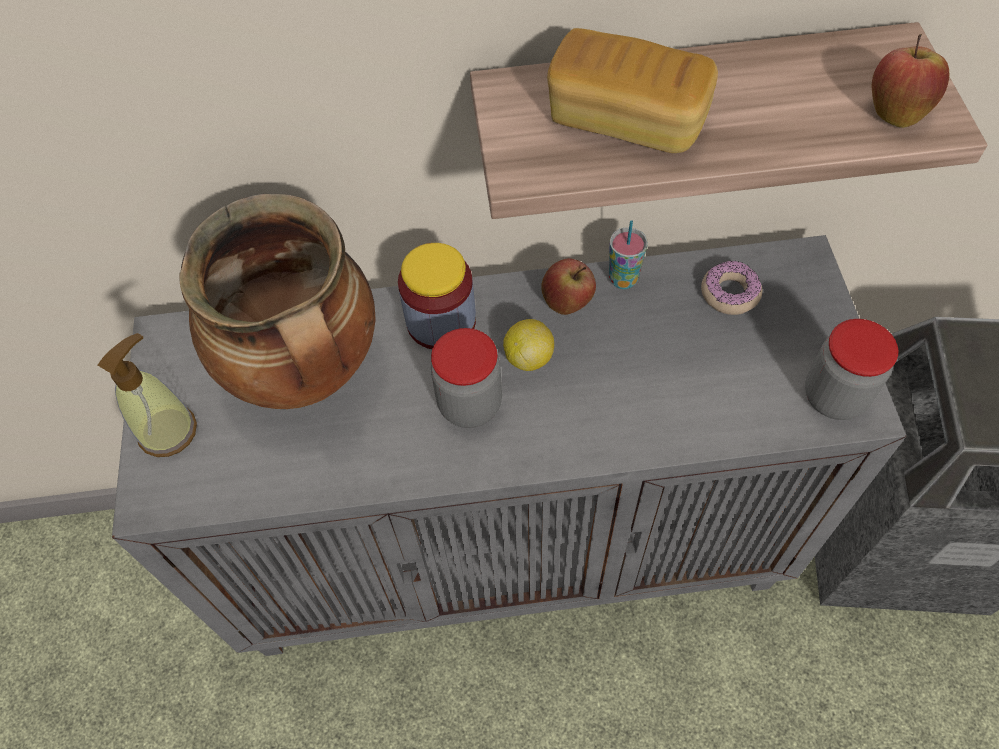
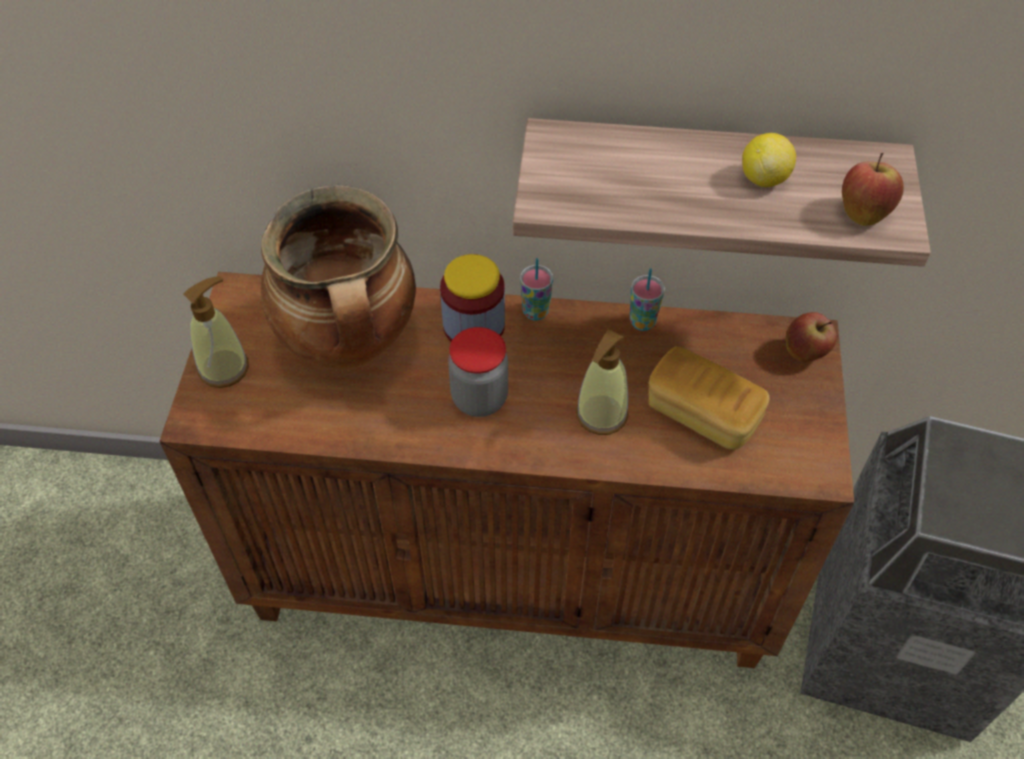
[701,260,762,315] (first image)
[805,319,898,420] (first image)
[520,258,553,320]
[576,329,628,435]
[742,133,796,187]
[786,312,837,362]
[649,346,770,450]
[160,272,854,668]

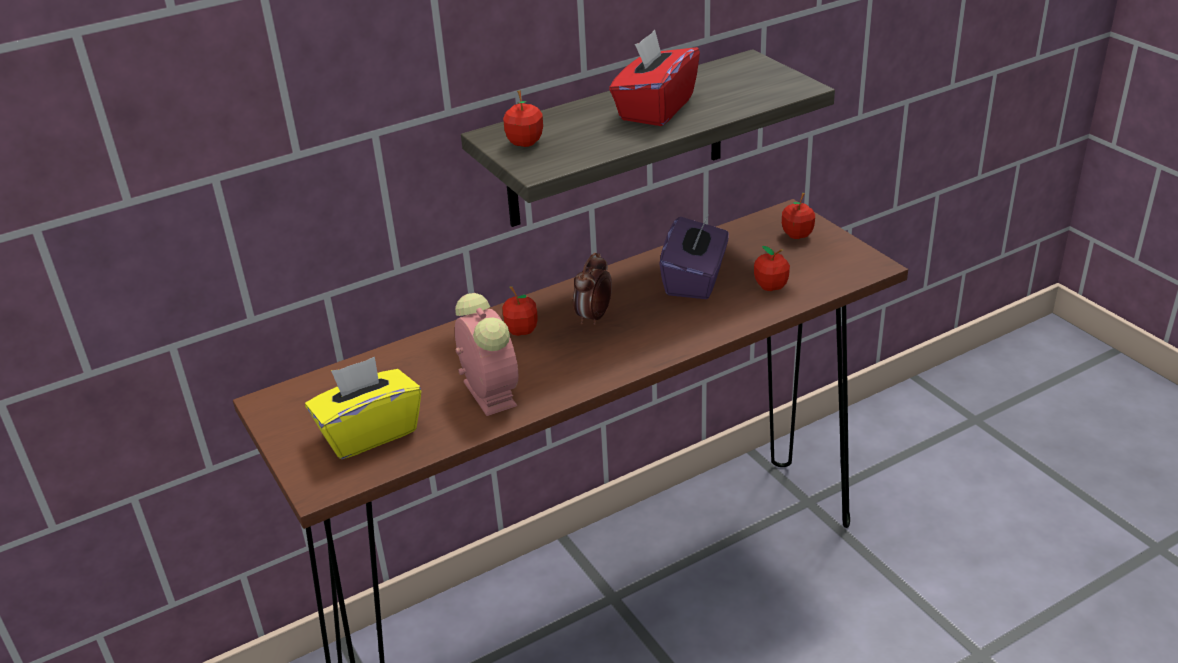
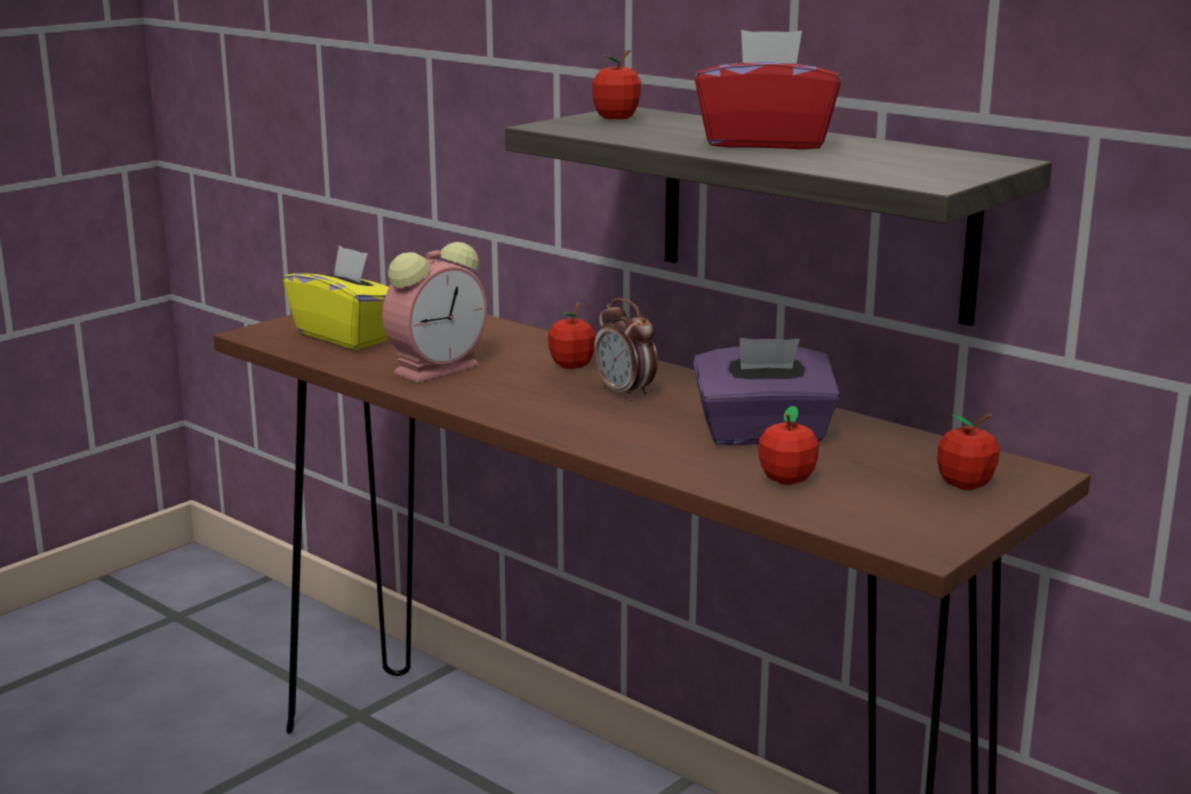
[594,298,658,401]

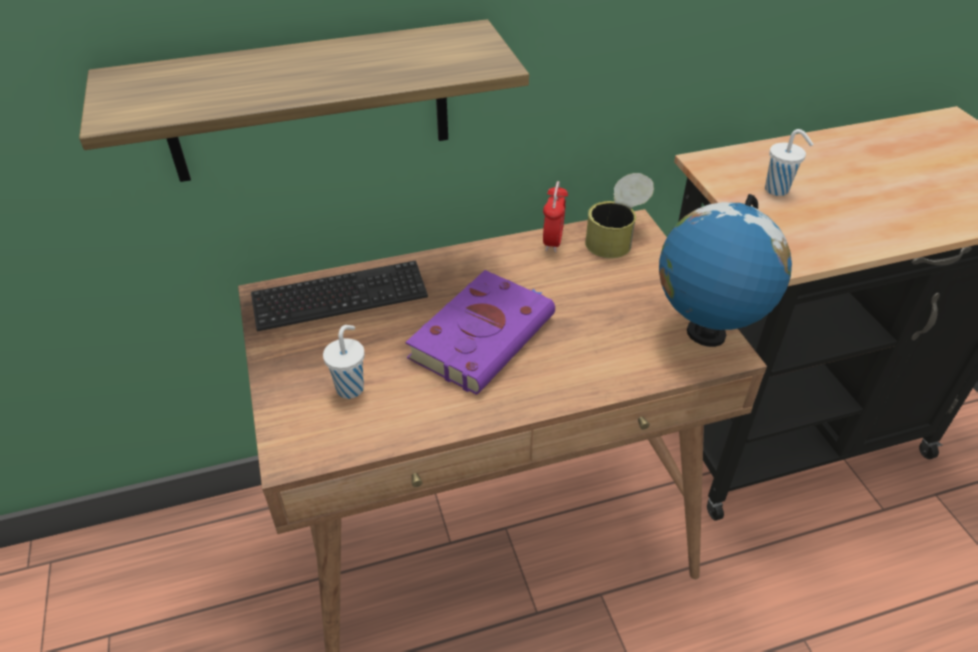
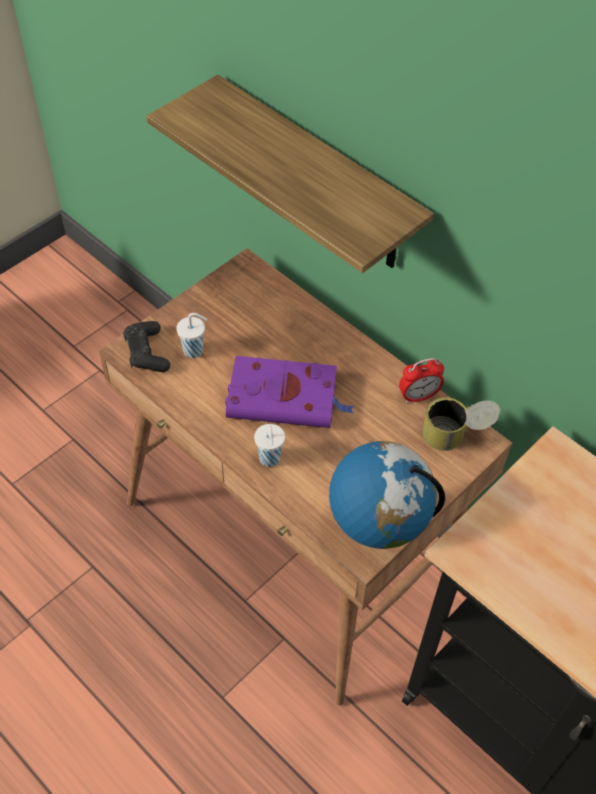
[251,260,428,332] (first image)
[123,321,170,372]
[254,424,285,467]

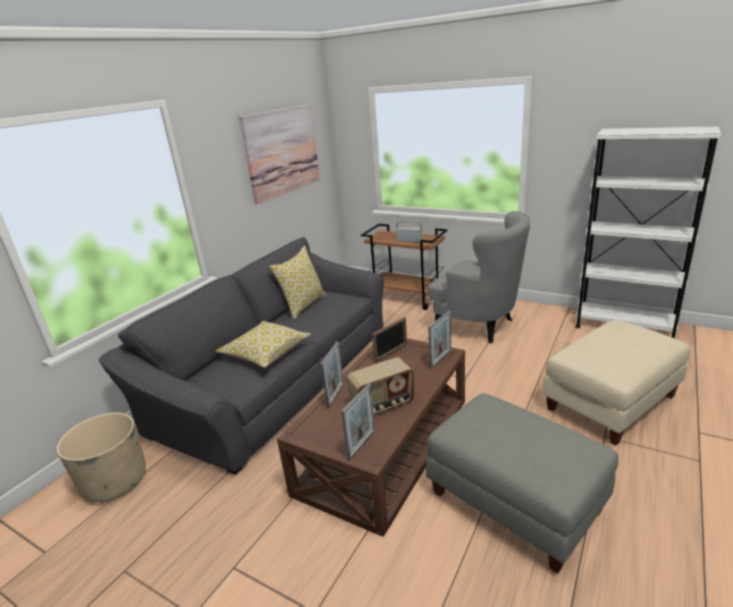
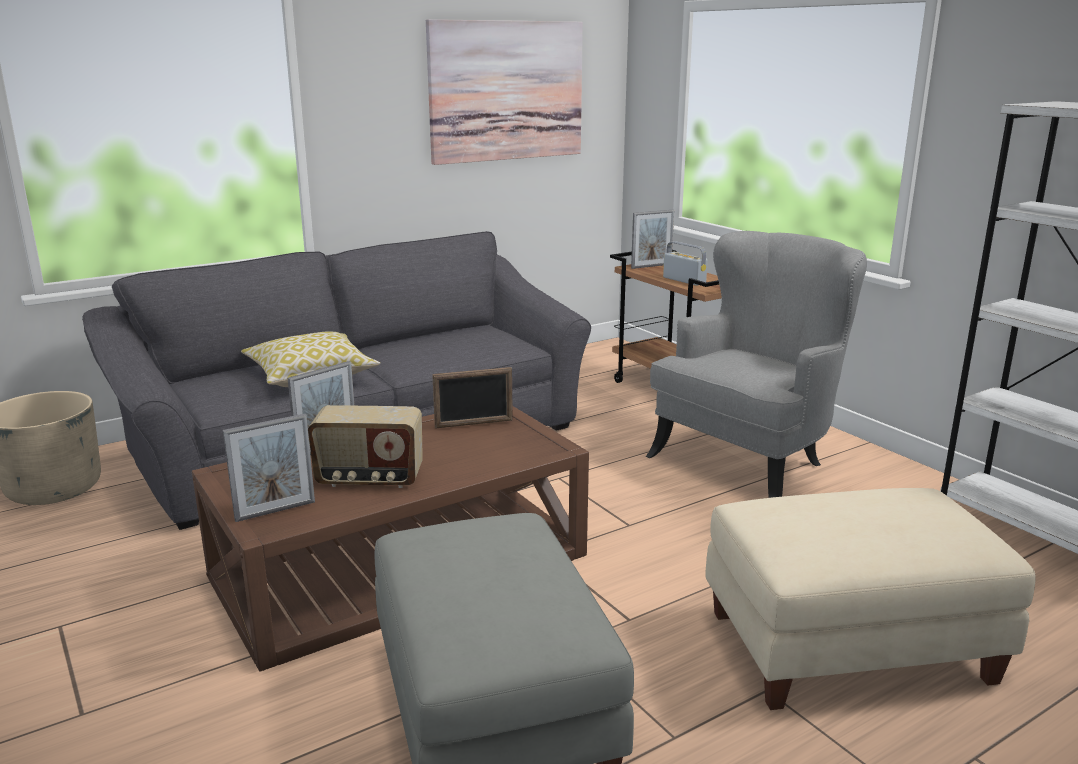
[269,246,327,319] (first image)
[631,210,674,269]
[646,231,867,498]

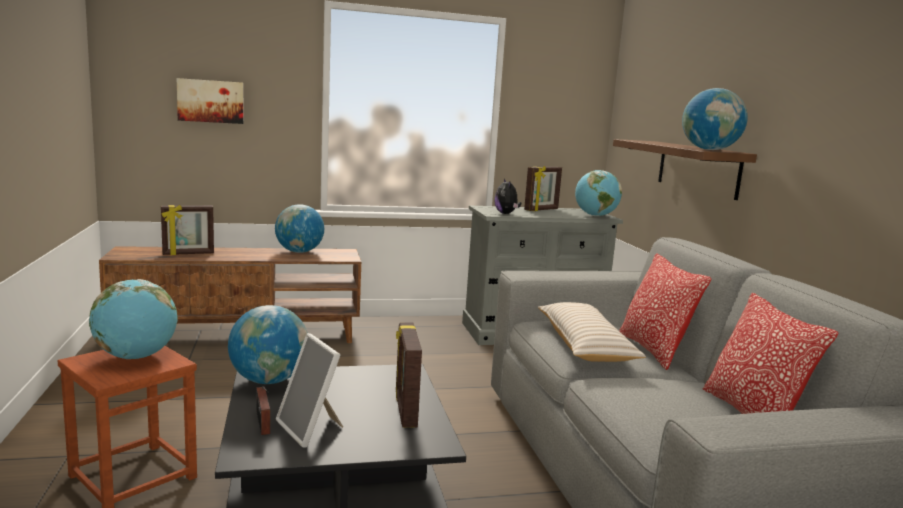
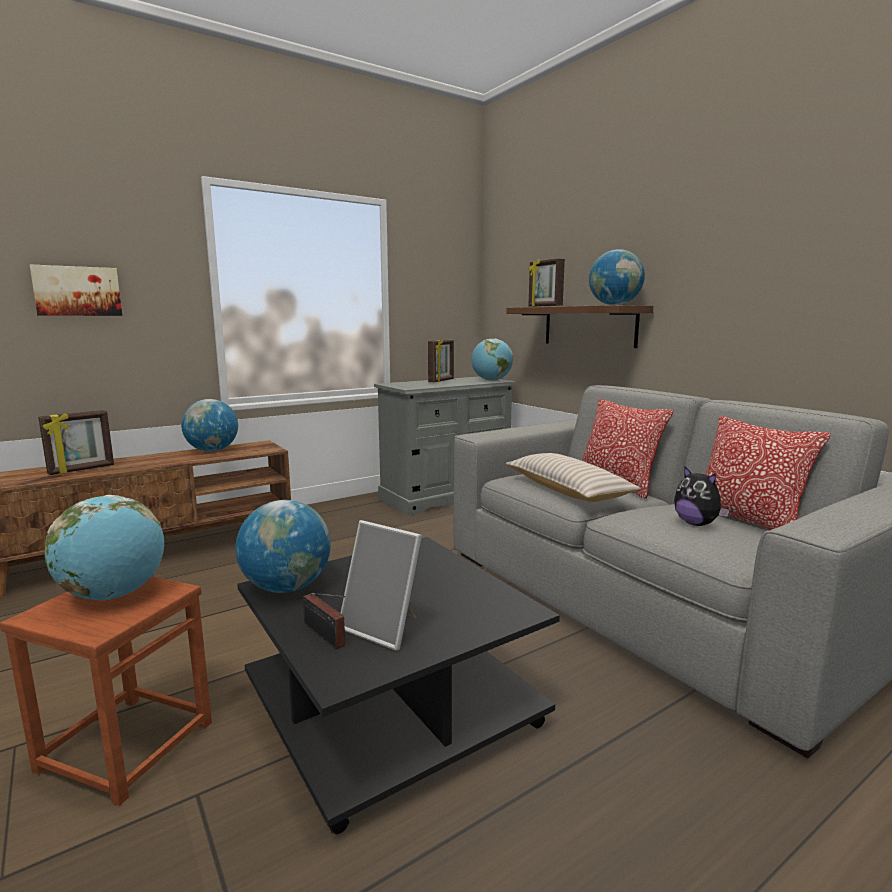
[528,258,565,307]
[674,466,730,526]

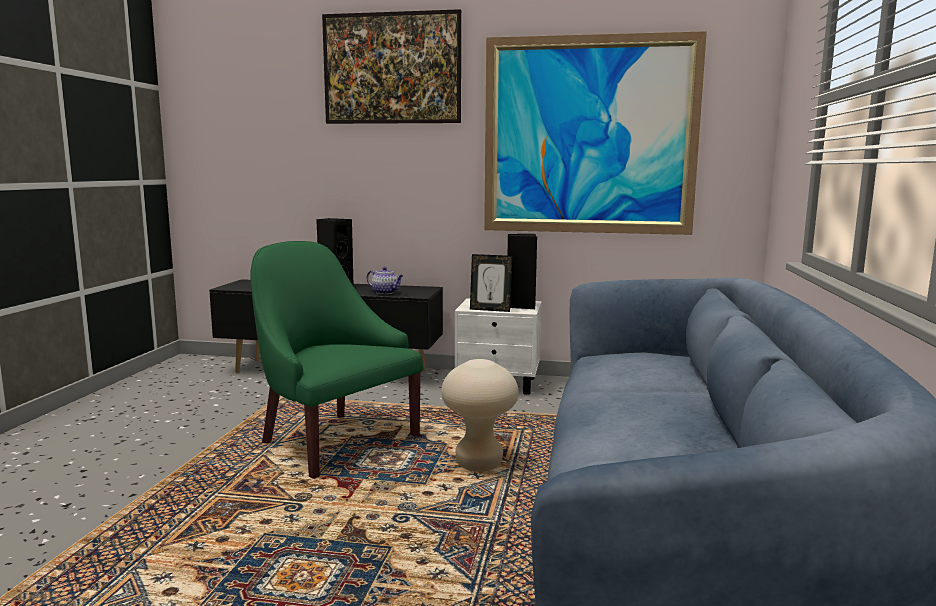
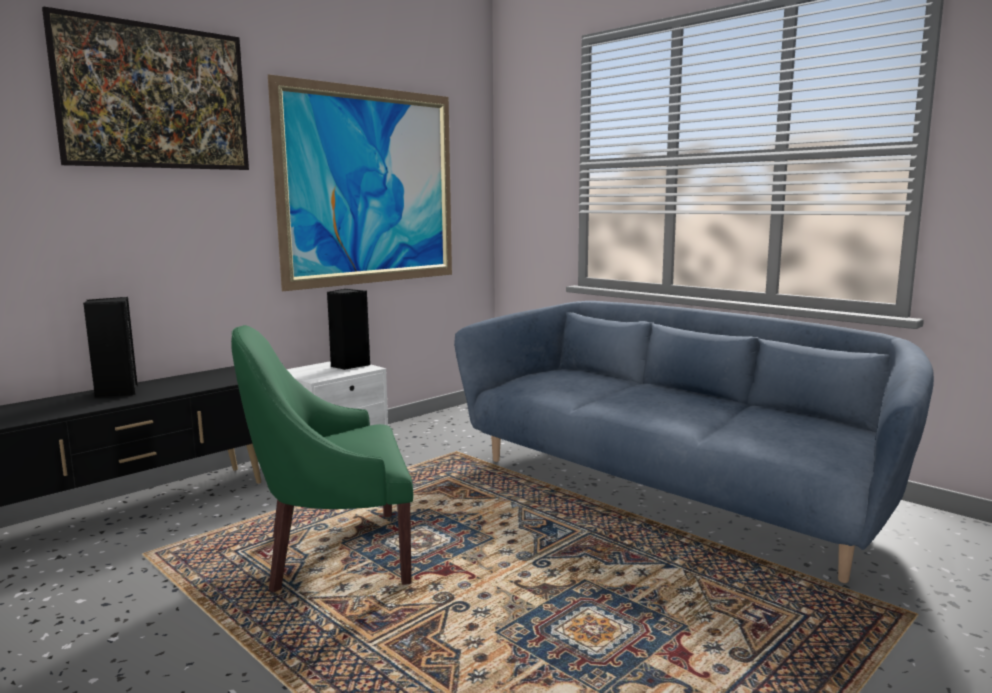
[367,267,404,294] (first image)
[441,359,519,472] (first image)
[470,254,512,312] (first image)

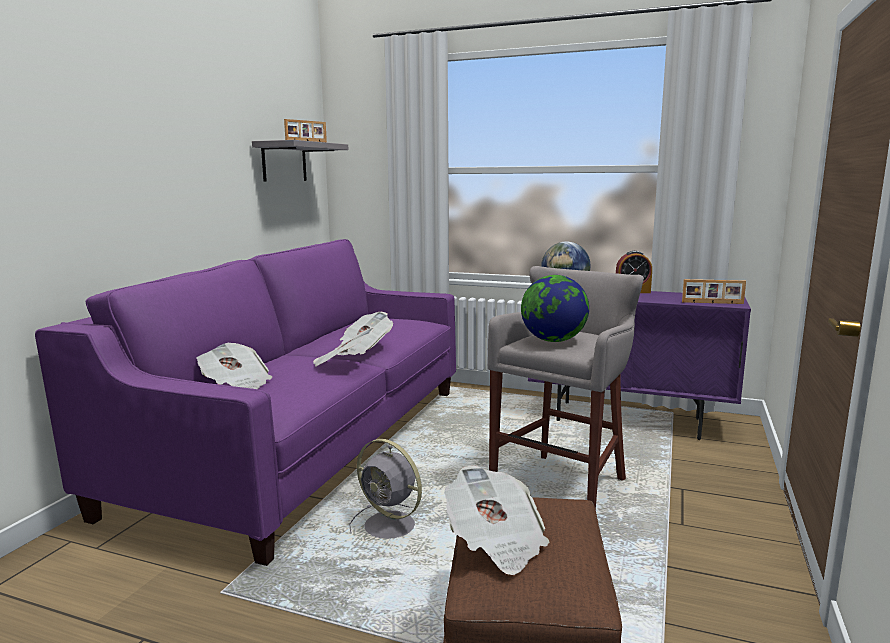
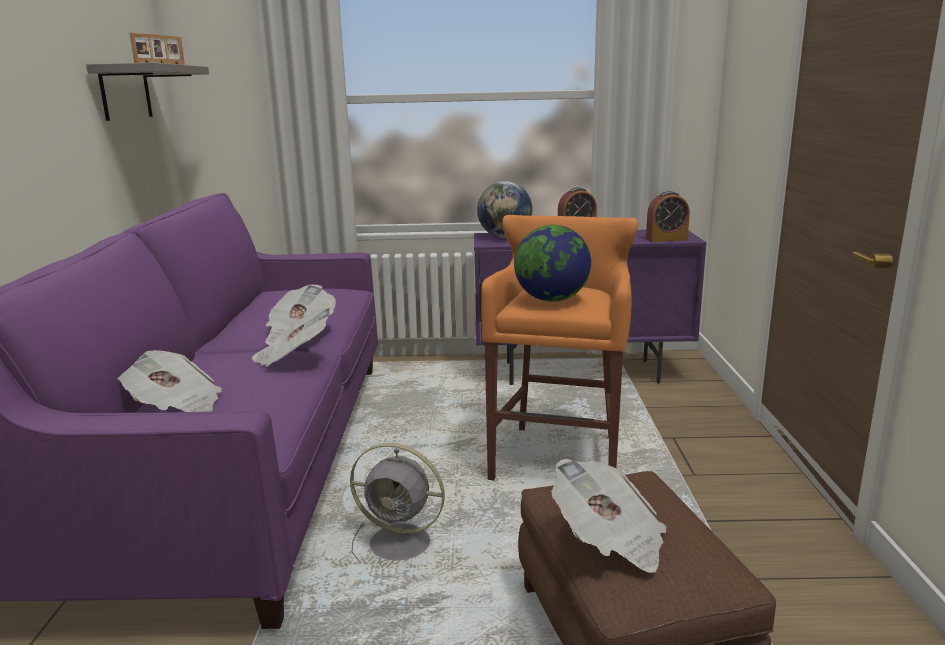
[646,191,690,242]
[481,215,638,480]

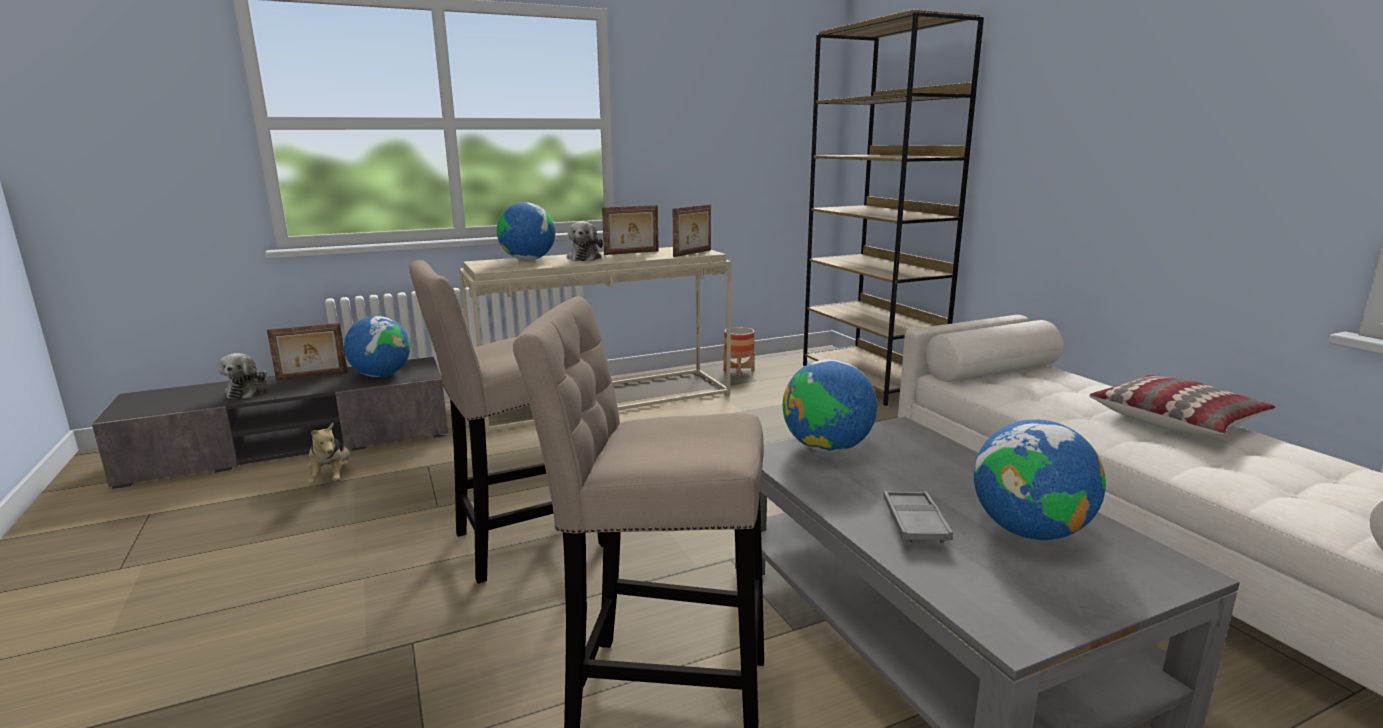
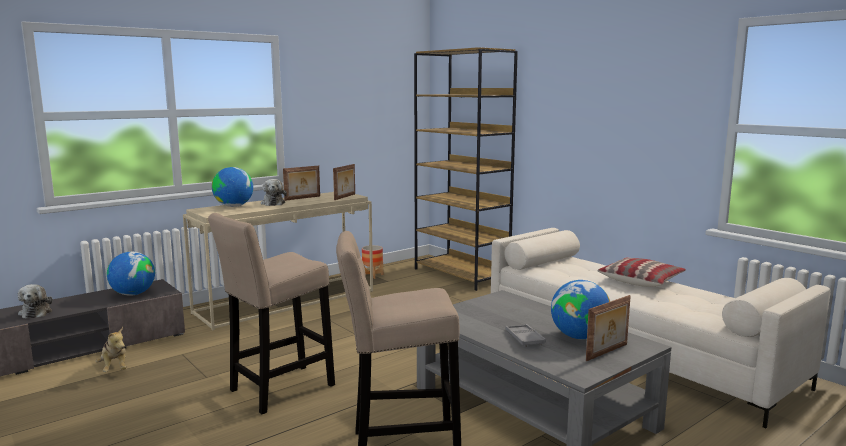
[783,359,877,453] (first image)
[586,295,631,361]

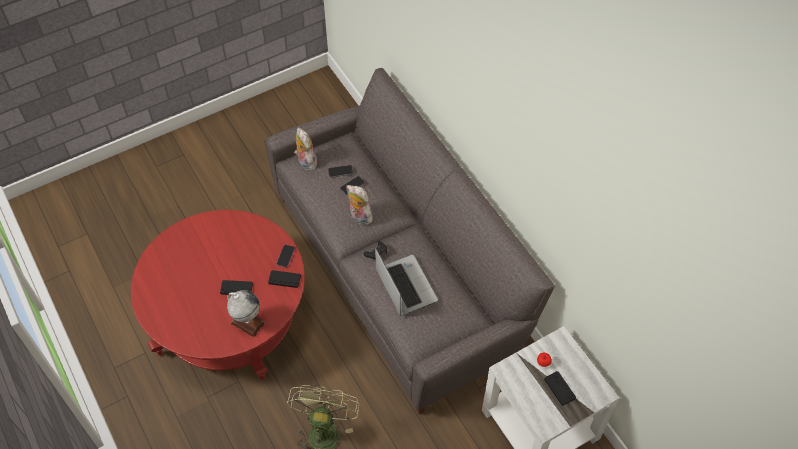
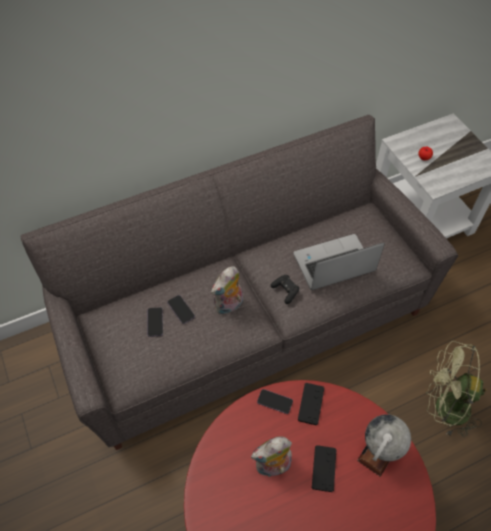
[544,371,576,405] (first image)
[251,436,292,477]

